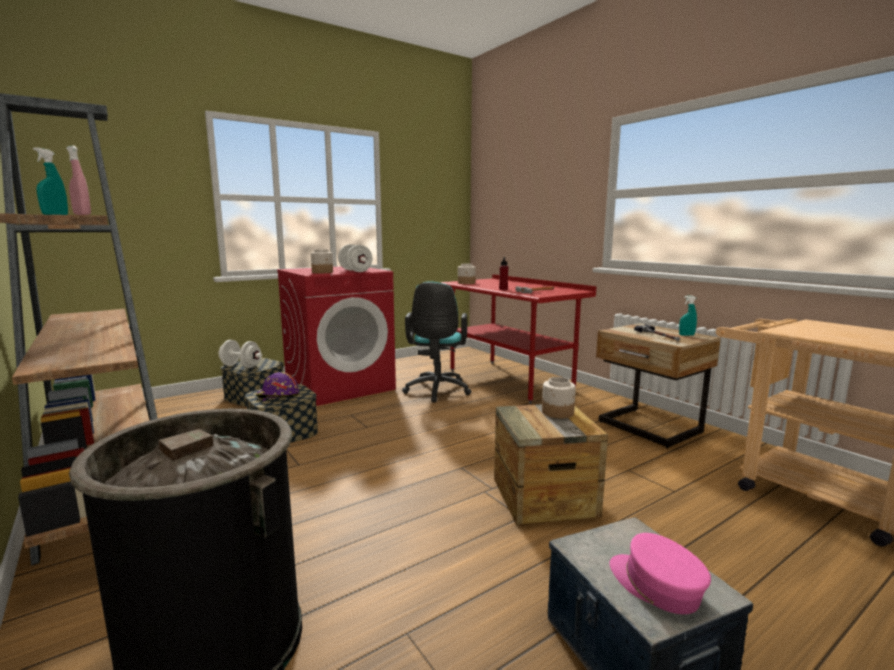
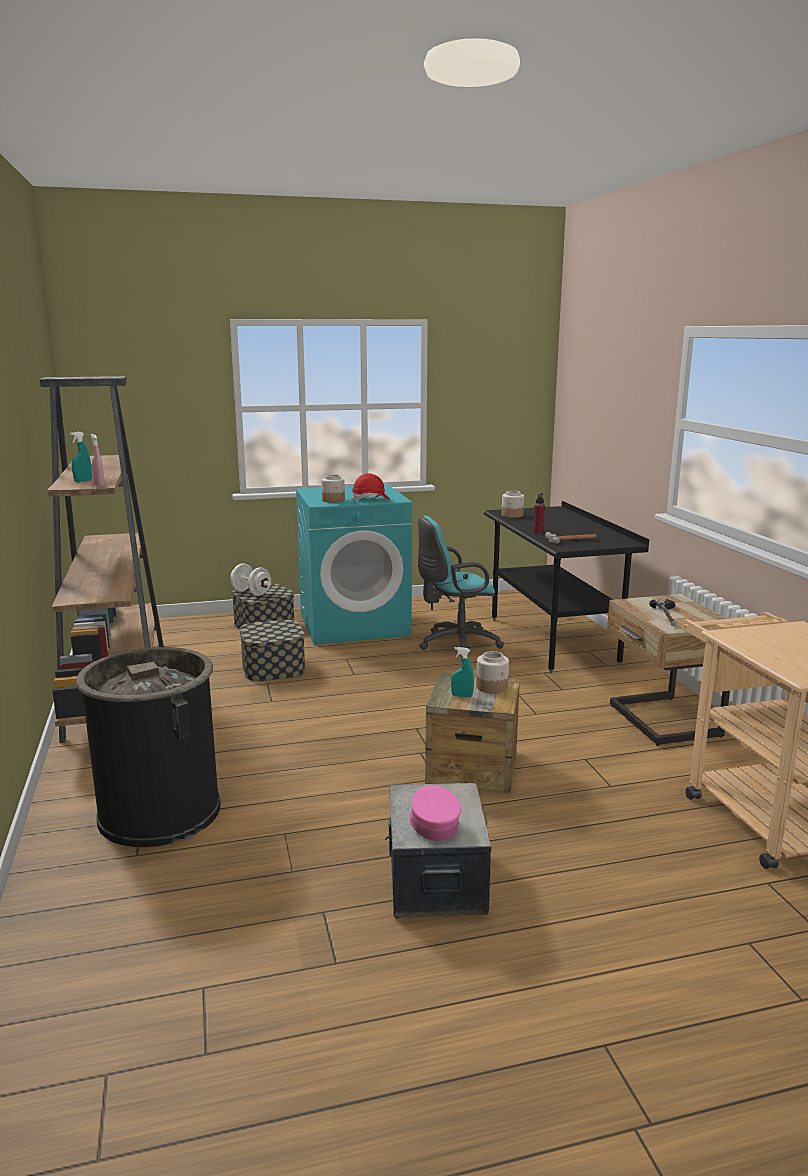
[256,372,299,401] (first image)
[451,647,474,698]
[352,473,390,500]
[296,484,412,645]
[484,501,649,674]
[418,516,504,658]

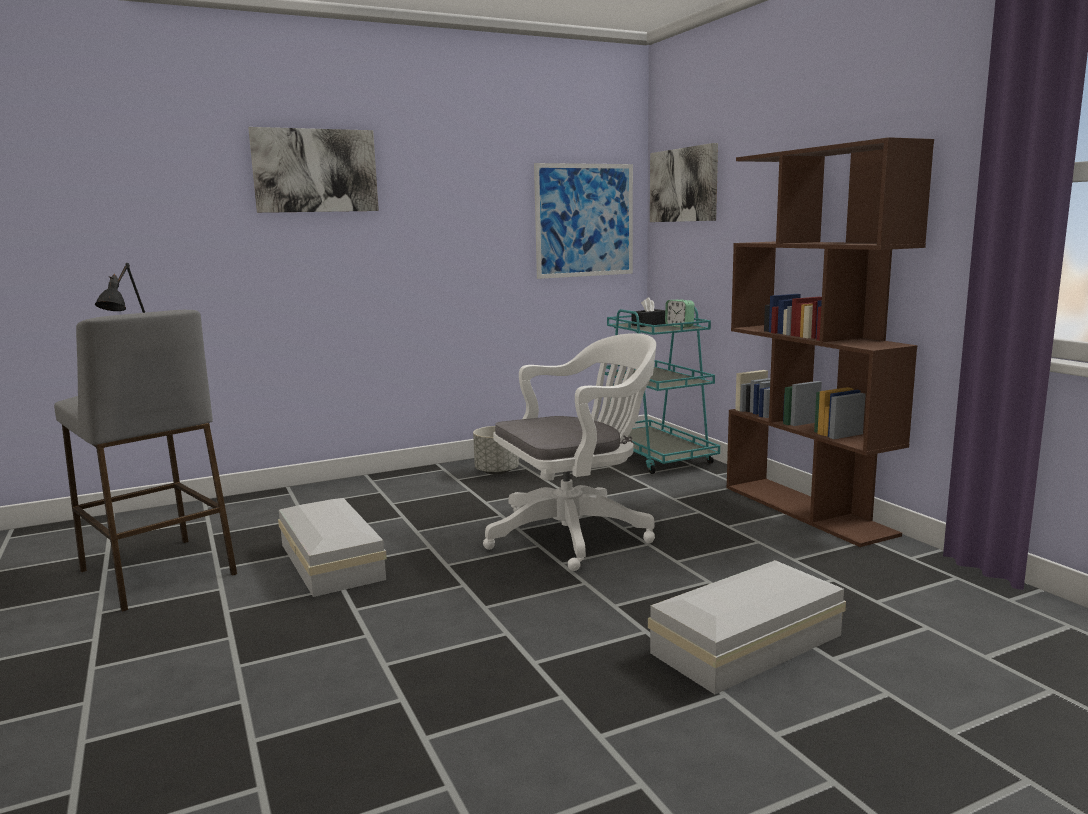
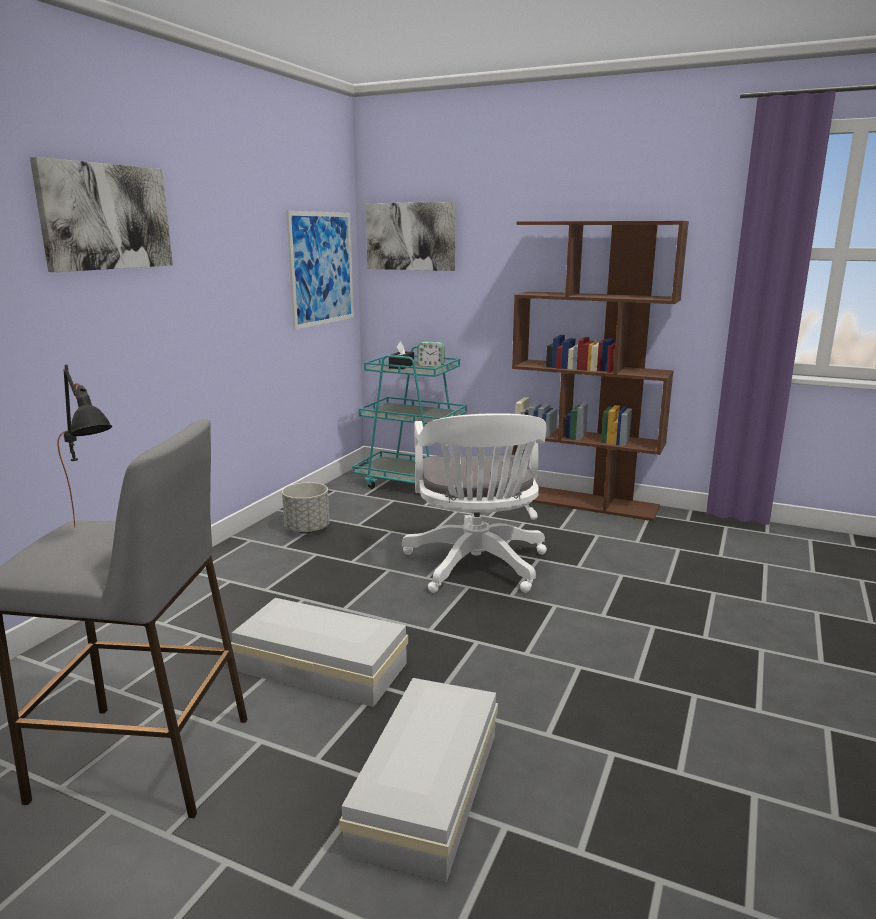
[339,678,498,882]
[402,413,547,593]

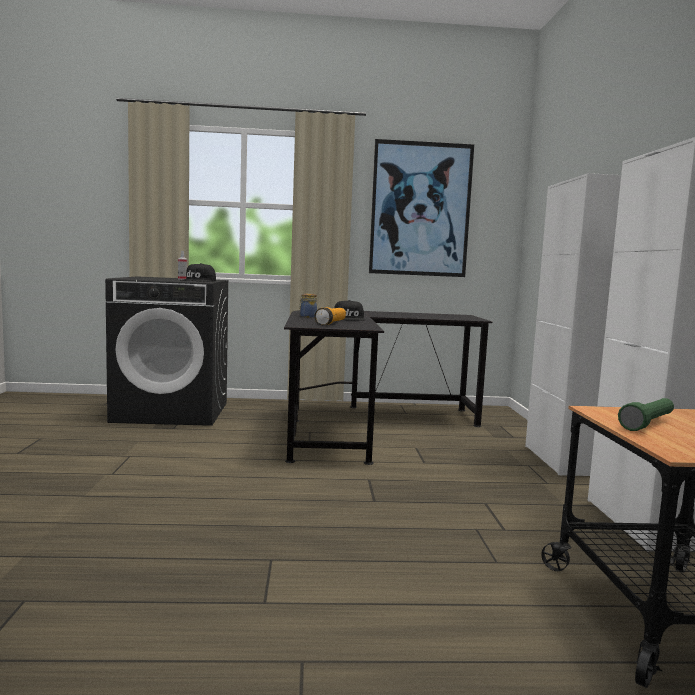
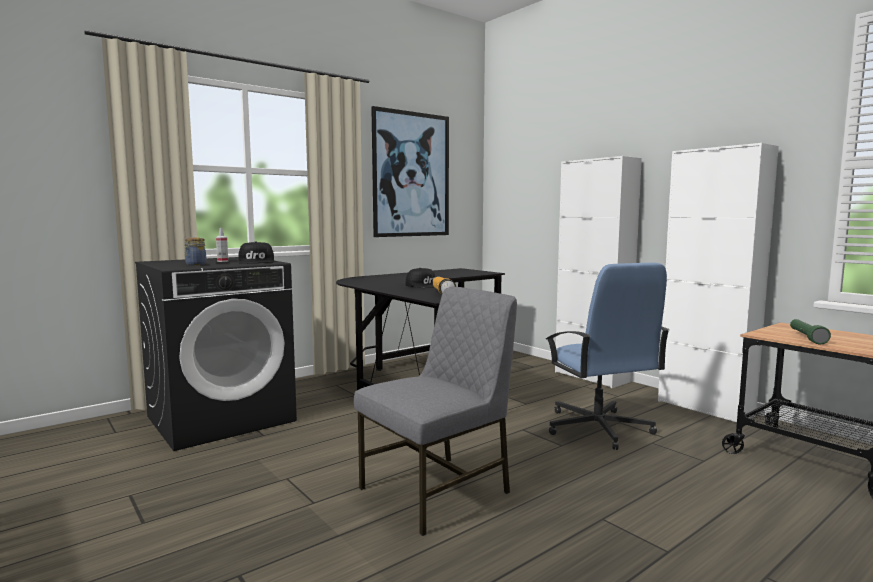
[354,287,517,536]
[546,263,670,450]
[184,238,206,265]

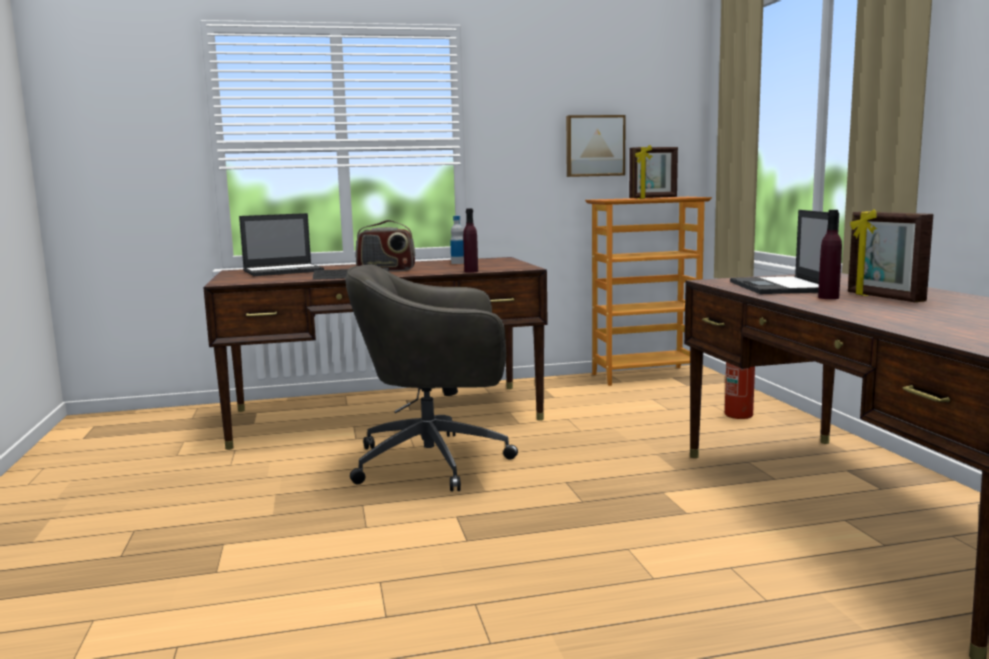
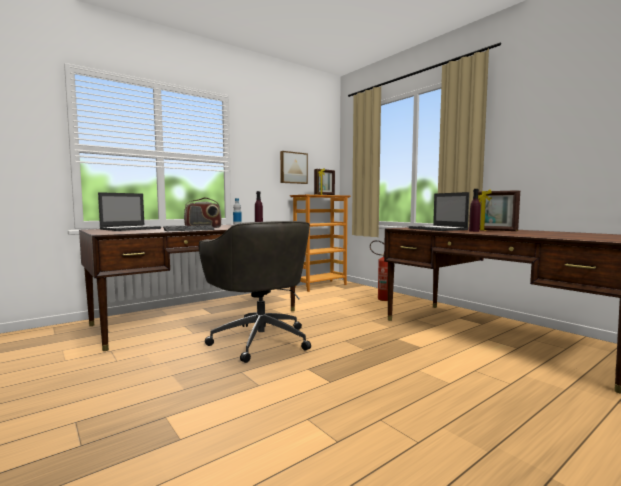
[199,221,311,363]

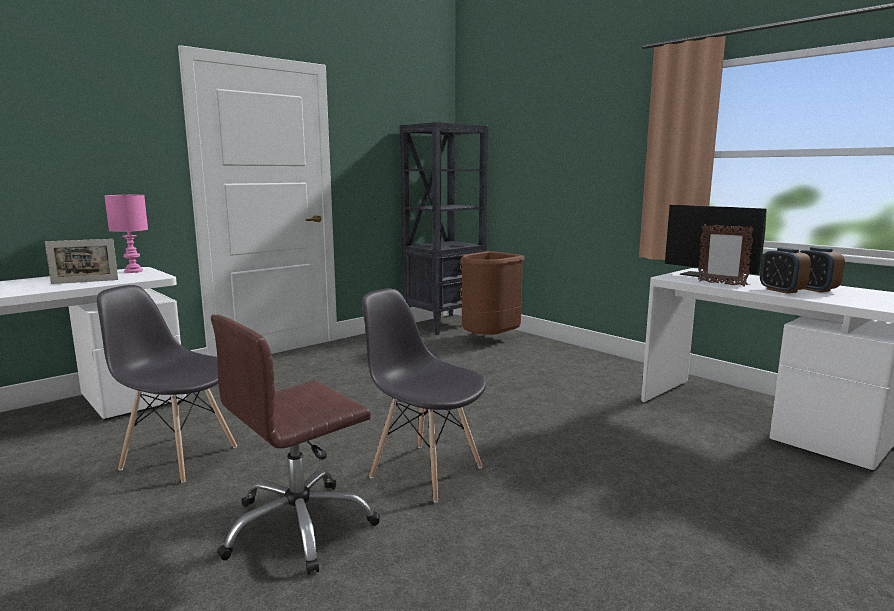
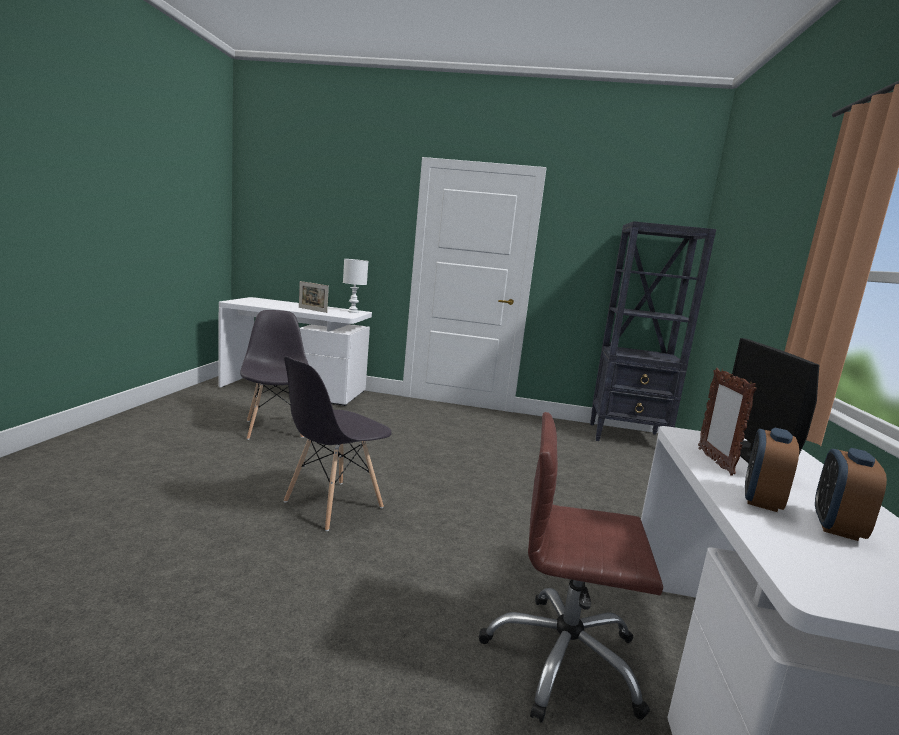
[460,251,525,335] (first image)
[479,412,663,723]
[343,259,368,313]
[284,356,391,531]

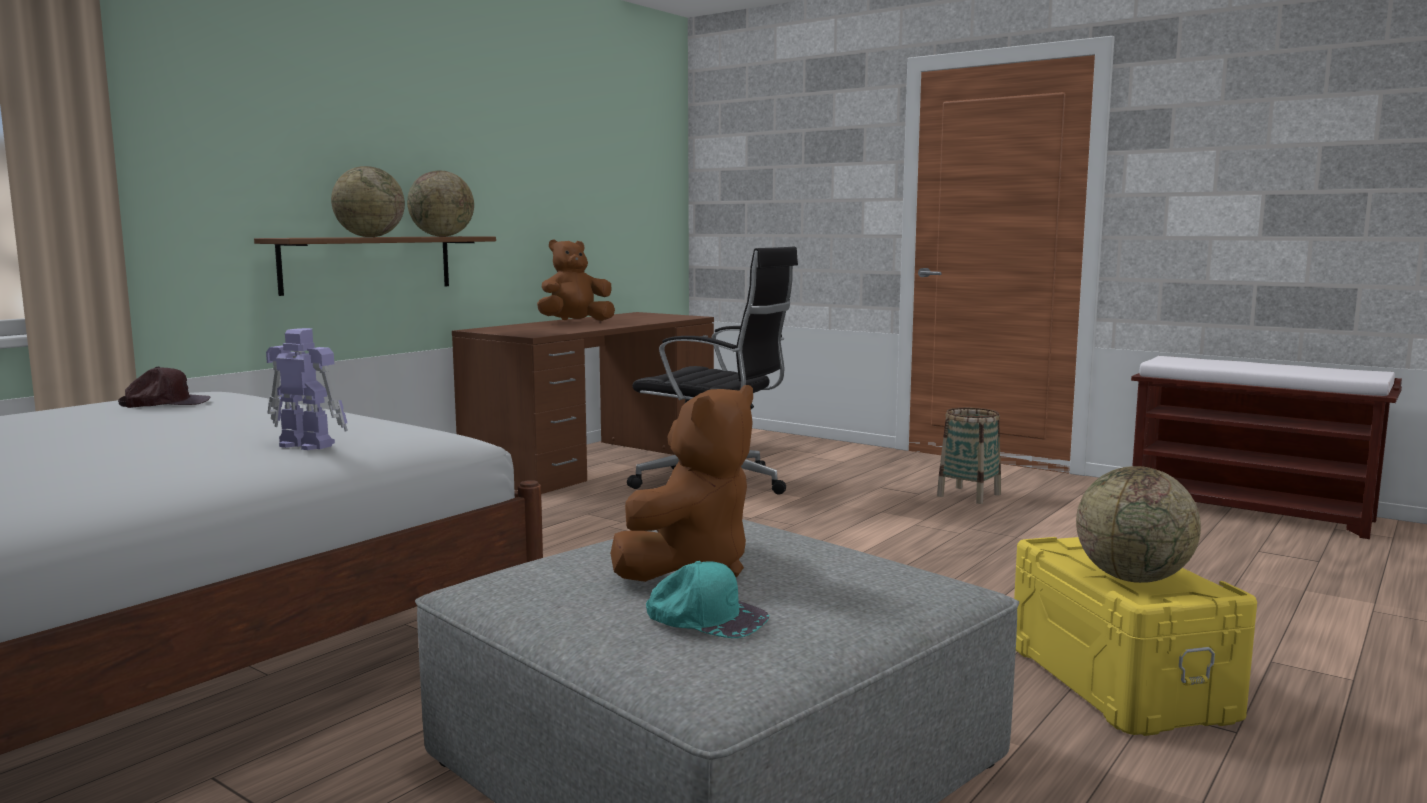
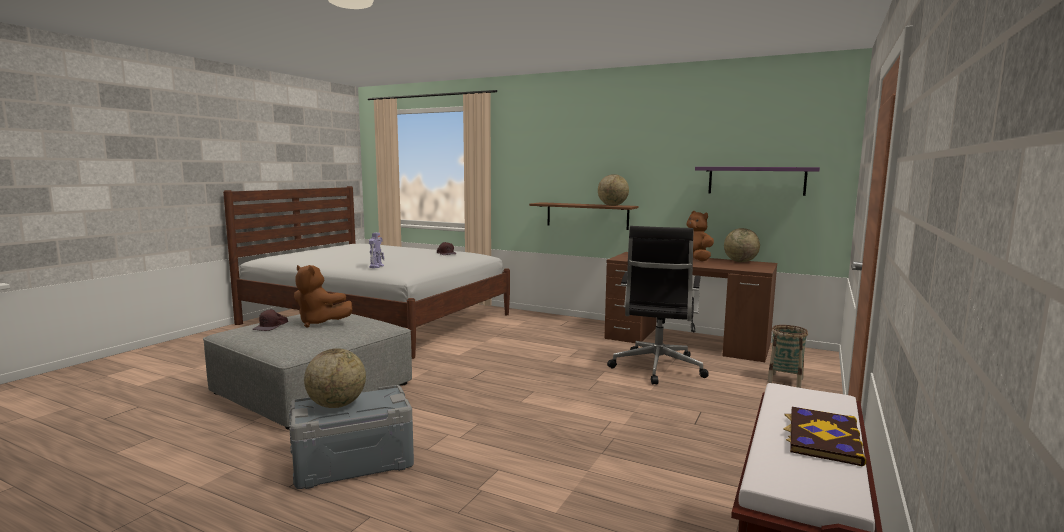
[695,167,820,196]
[783,407,866,466]
[724,228,760,262]
[767,325,808,388]
[252,309,288,331]
[289,385,414,489]

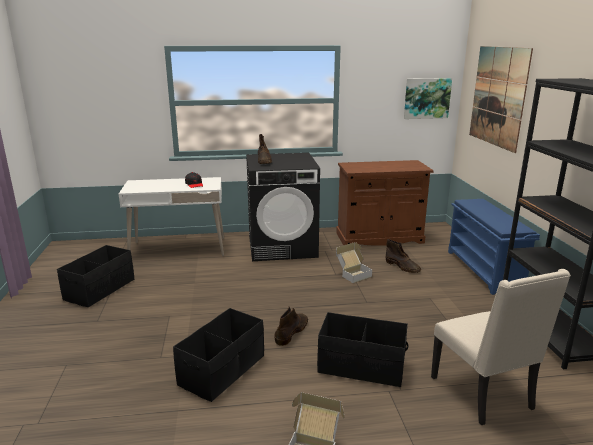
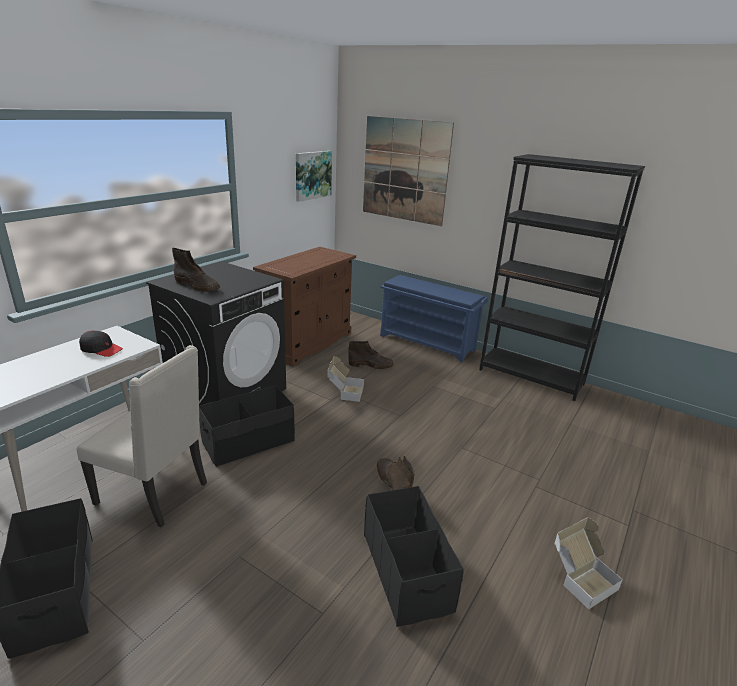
[199,385,295,467]
[77,345,207,527]

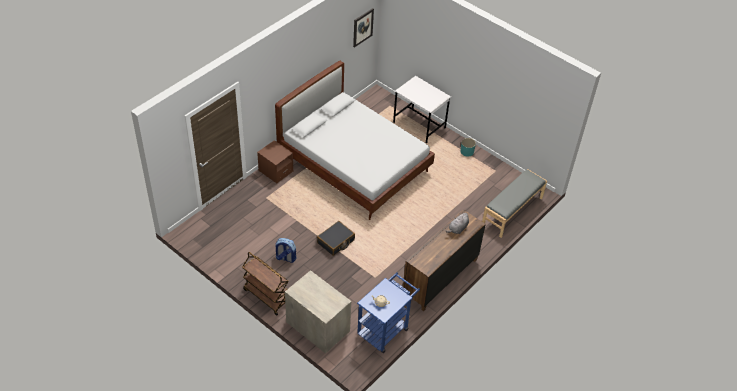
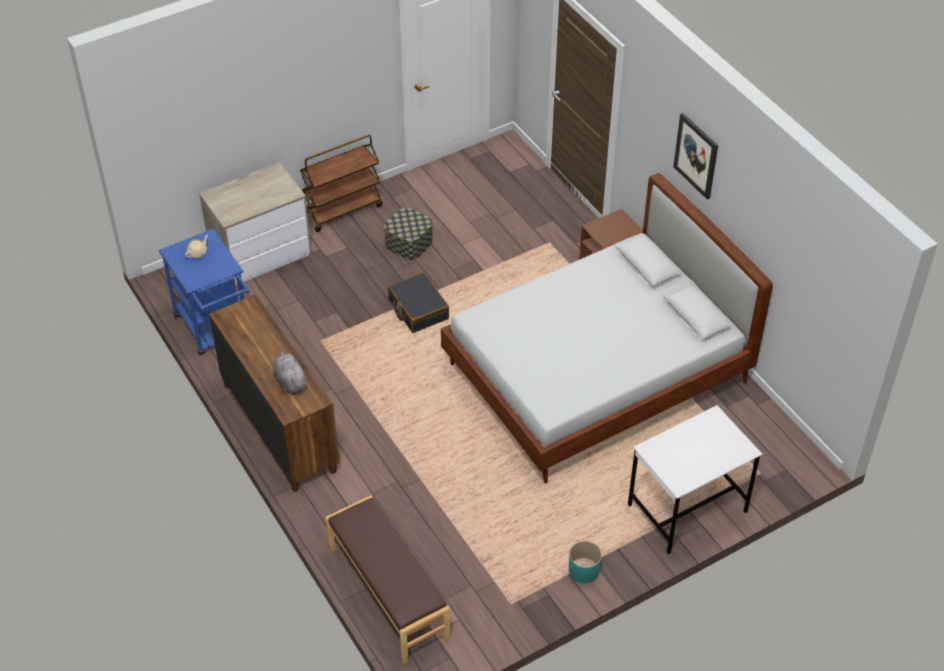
[673,113,718,200]
[384,208,433,260]
[326,495,450,664]

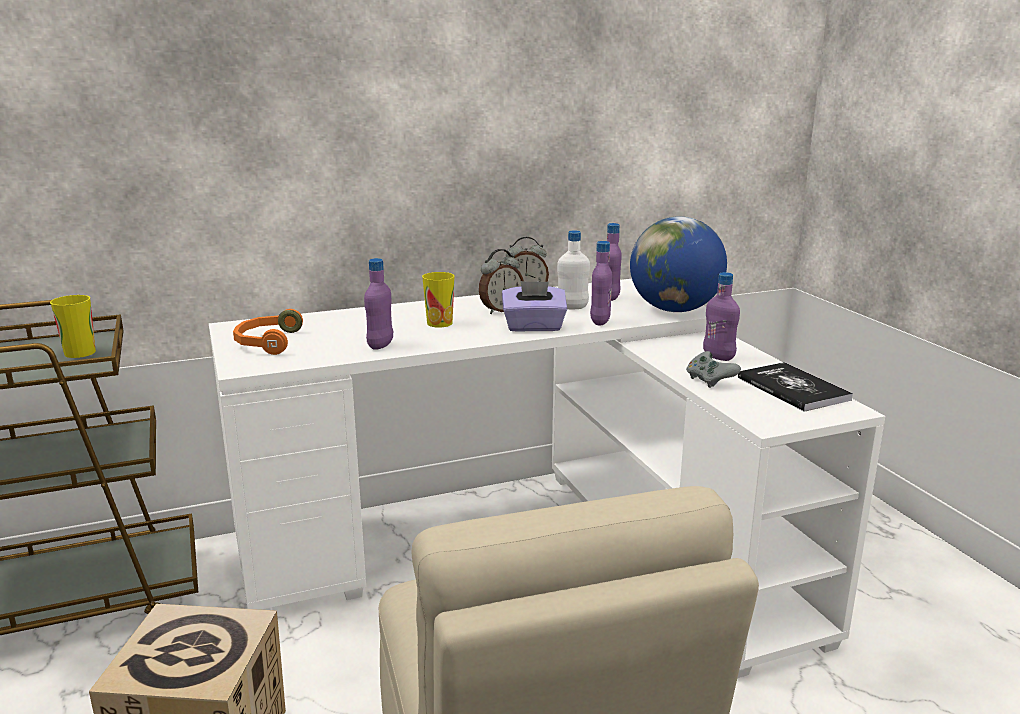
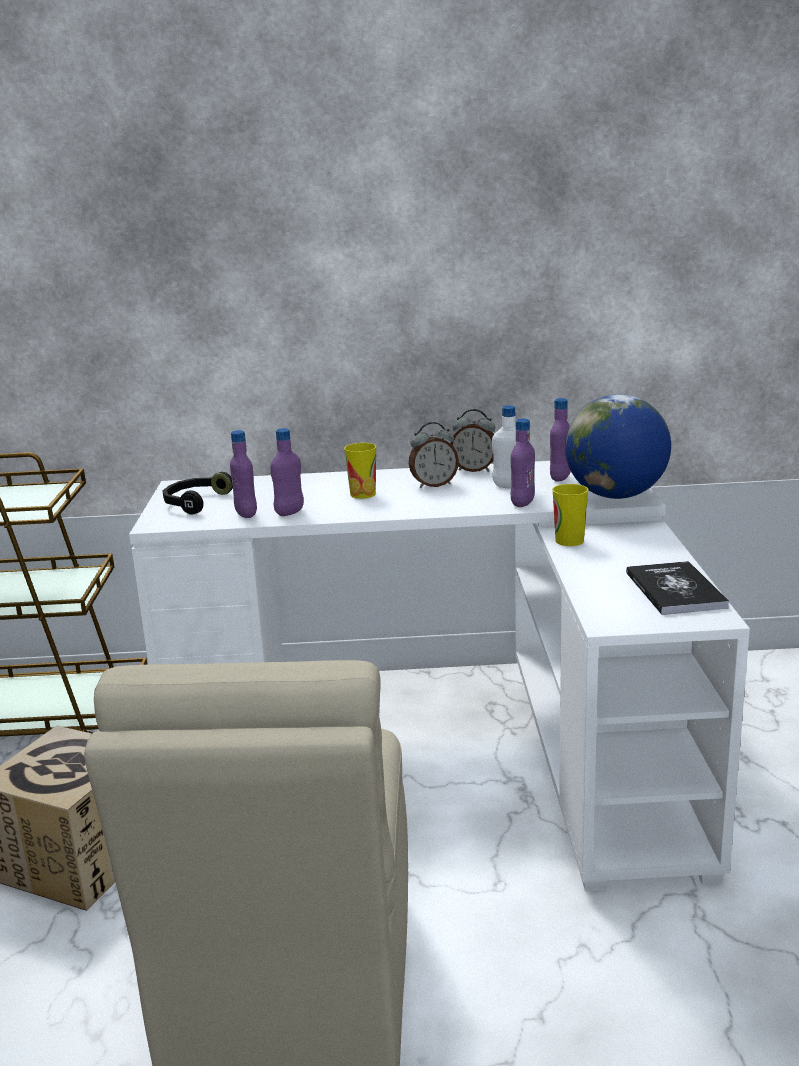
[502,281,567,332] (first image)
[686,351,741,388] (first image)
[552,484,588,546]
[230,430,257,518]
[162,472,233,515]

